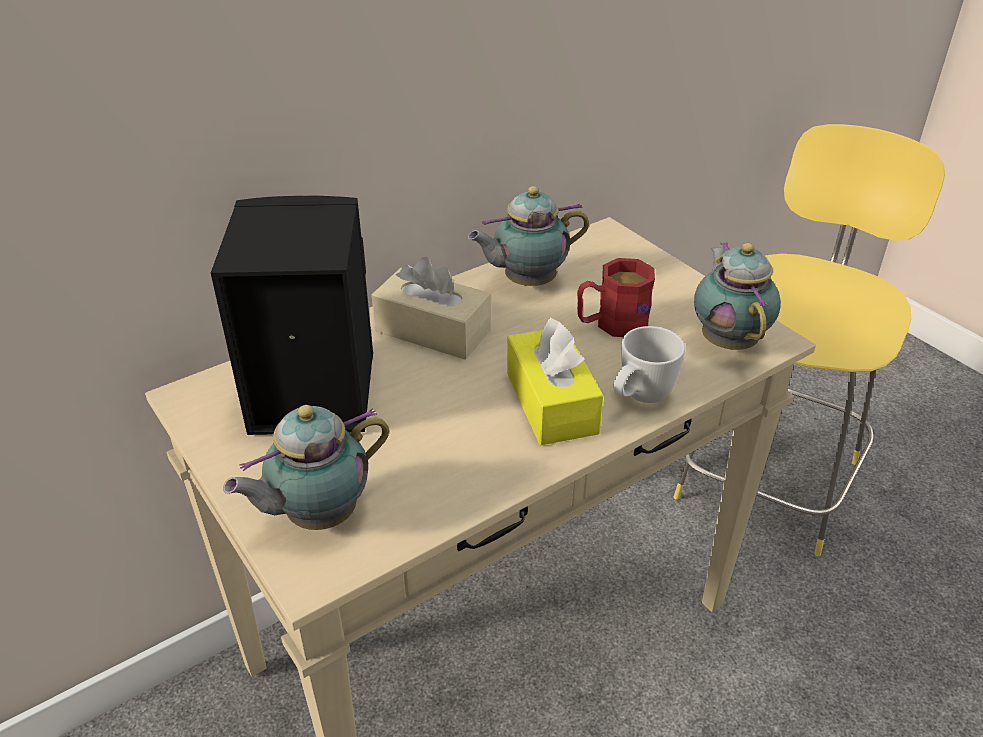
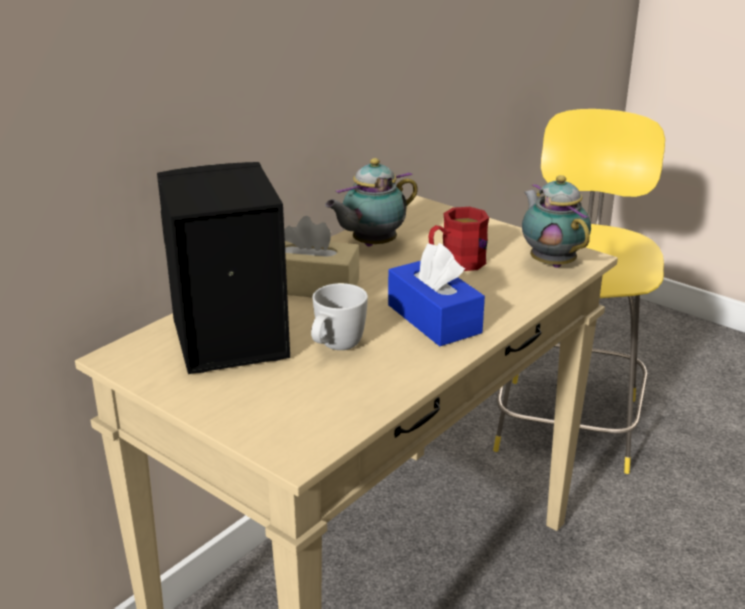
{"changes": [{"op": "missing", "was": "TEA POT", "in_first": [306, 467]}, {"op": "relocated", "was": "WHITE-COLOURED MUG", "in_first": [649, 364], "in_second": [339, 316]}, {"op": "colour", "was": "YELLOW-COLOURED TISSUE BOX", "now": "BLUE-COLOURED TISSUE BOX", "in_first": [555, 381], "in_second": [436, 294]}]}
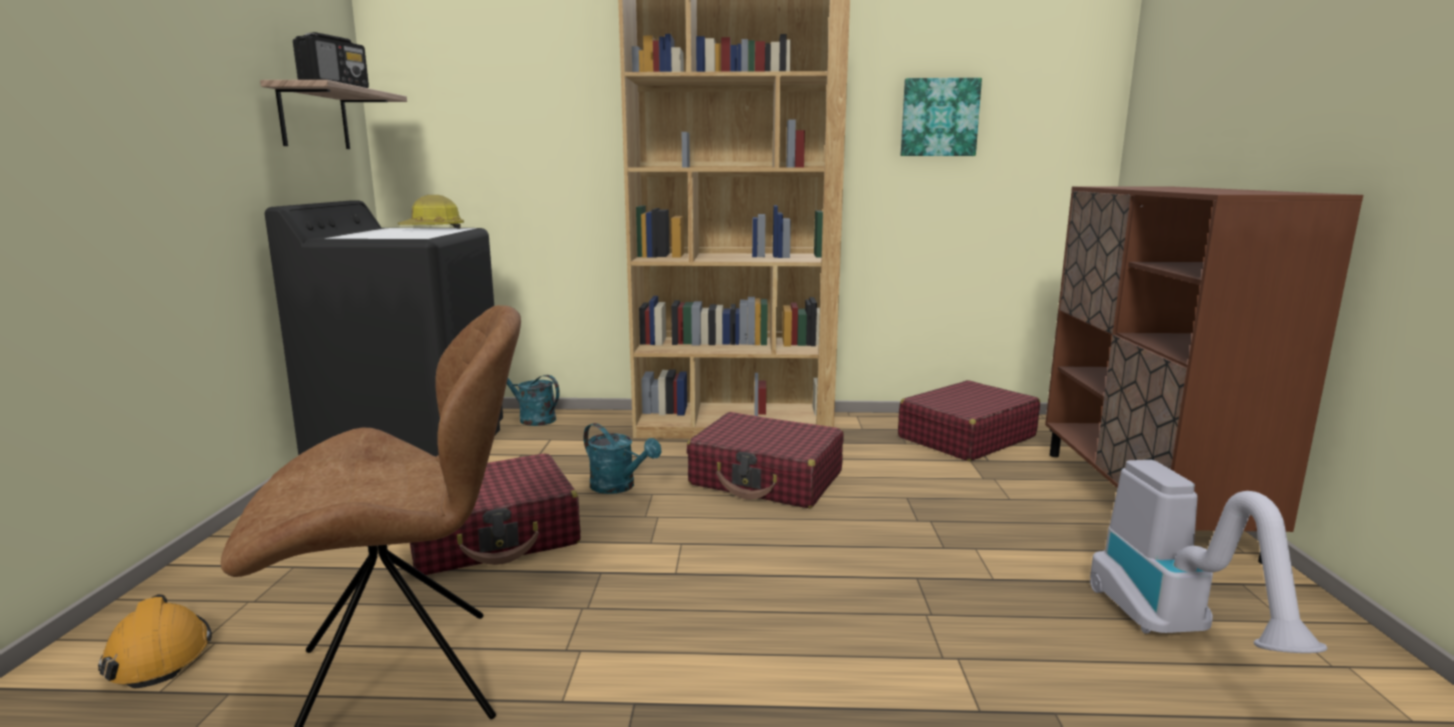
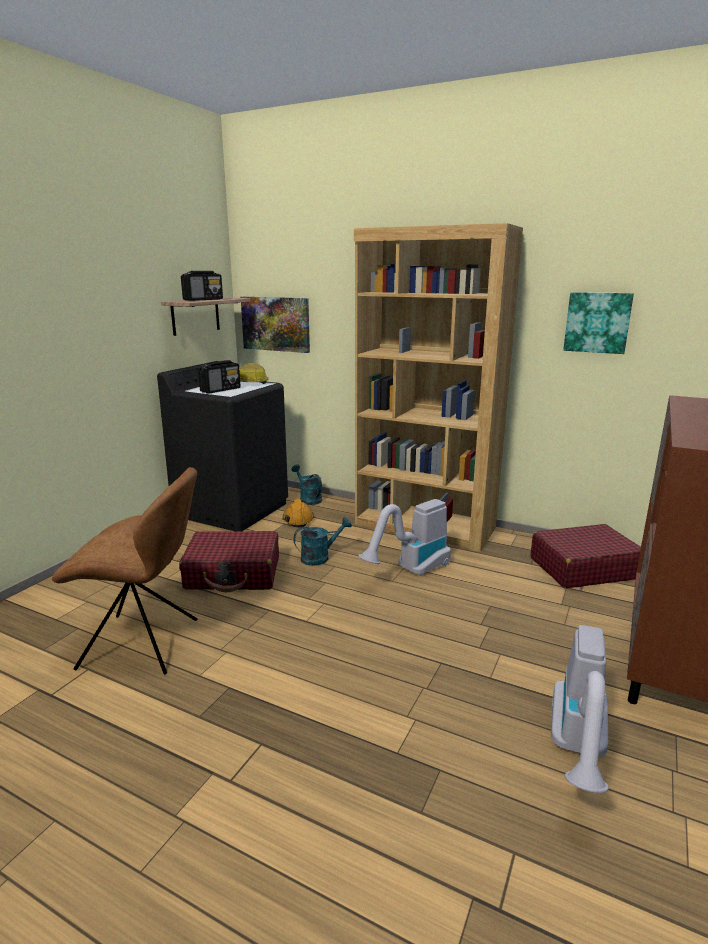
{"changes": [{"op": "appeared", "now": "RADIO", "in_second": [219, 377]}, {"op": "appeared", "now": "PICTURE", "in_second": [275, 325]}, {"op": "relocated", "was": "ORANGE-COLOURED HARD HAT", "in_first": [155, 641], "in_second": [298, 513]}, {"op": "exchanged", "was": "REDDISH SUITCASE", "now": "VACUUM", "in_first": [765, 460], "in_second": [404, 537]}, {"op": "spun", "was": "BLUE-GREEN SPRINKLING CAN", "in_first": [622, 458], "in_second": [322, 541], "clockwise": -90}]}
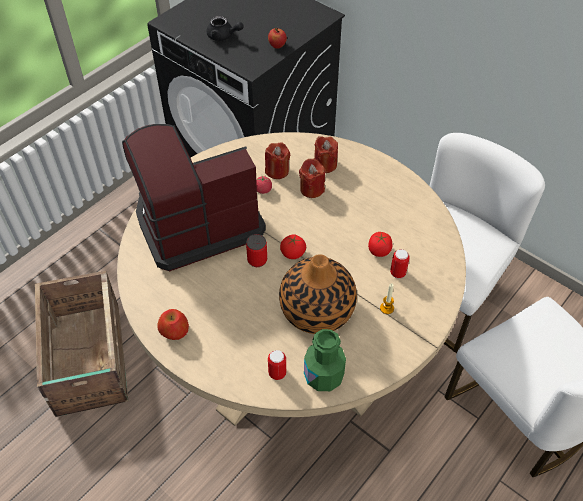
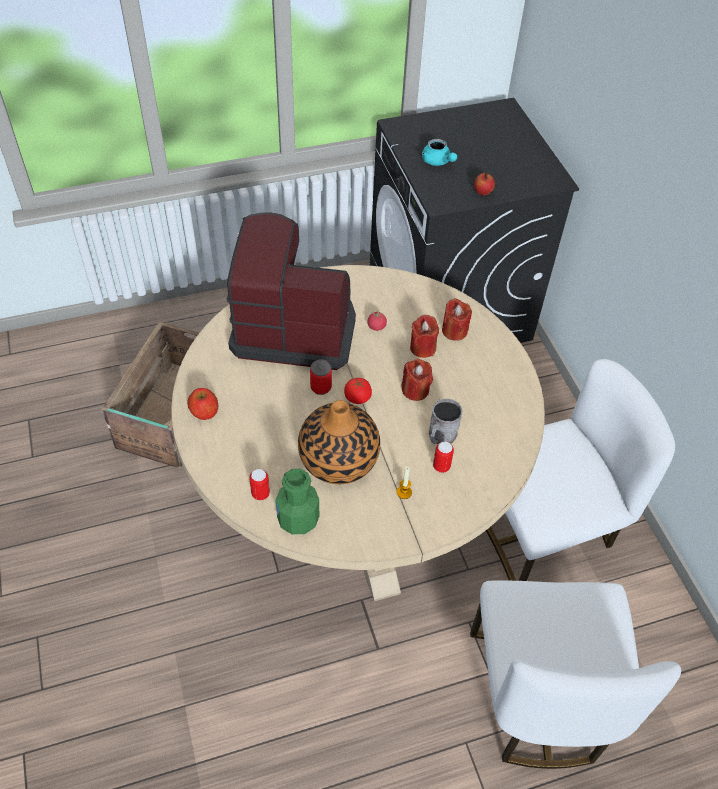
{"changes": [{"op": "relocated", "was": "REDDISH CANDLE", "in_first": [277, 160], "in_second": [417, 380]}, {"op": "exchanged", "was": "TOMATO", "now": "GREYISH MUG", "in_first": [380, 244], "in_second": [446, 421]}, {"op": "colour", "was": "BLACK TEA POT", "now": "BLUE-GREEN TEA POT", "in_first": [224, 28], "in_second": [439, 152]}]}
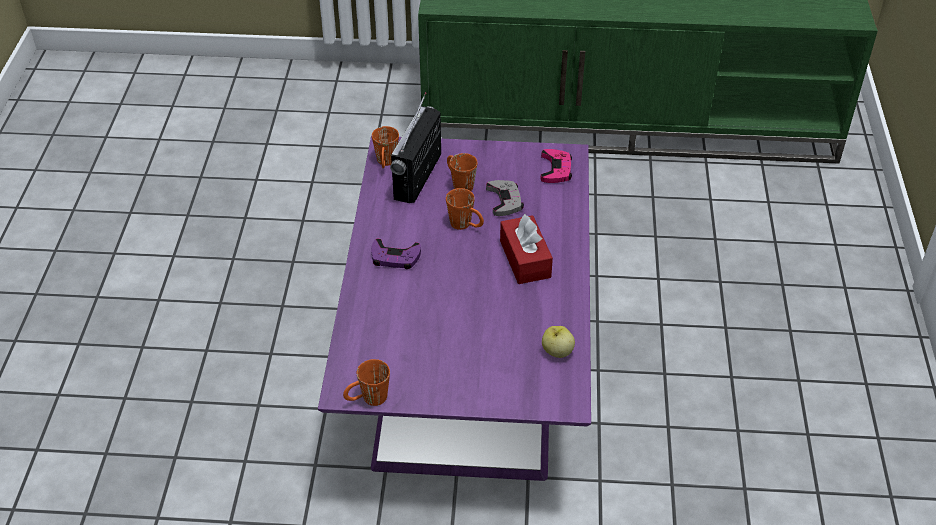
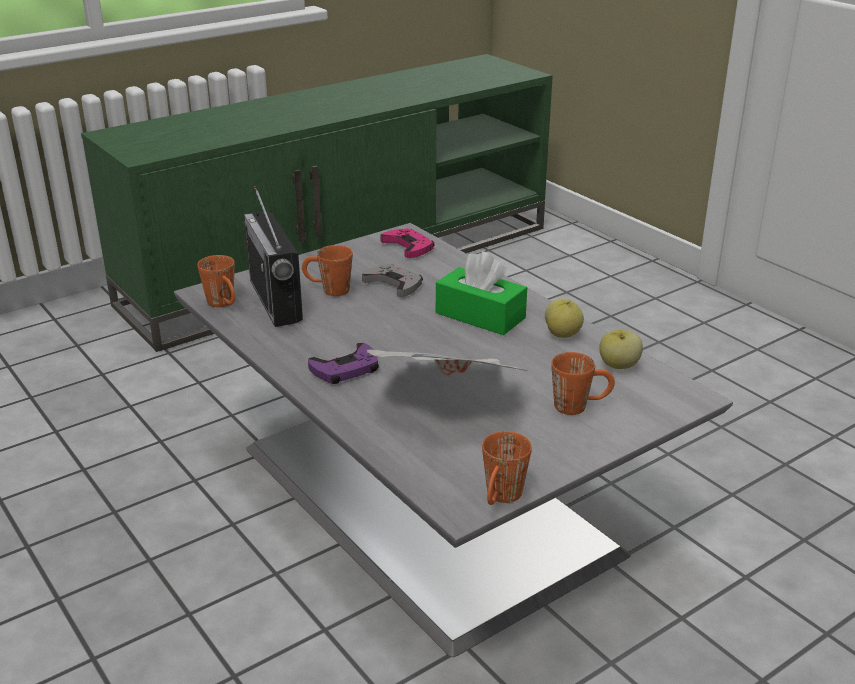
{"changes": [{"op": "appeared", "now": "NEWSPAPER", "in_second": [446, 362]}, {"op": "appeared", "now": "APPLE FRUIT", "in_second": [564, 318]}, {"op": "relocated", "was": "ORANGE-COLOURED MUG", "in_first": [465, 209], "in_second": [583, 383]}, {"op": "colour", "was": "PURPLE-COLOURED LOW TABLE", "now": "GREYISH LOW TABLE", "in_first": [454, 308], "in_second": [453, 440]}, {"op": "colour", "was": "REDDISH TISSUE BOX", "now": "GREEN-COLOURED TISSUE BOX", "in_first": [526, 249], "in_second": [481, 293]}]}
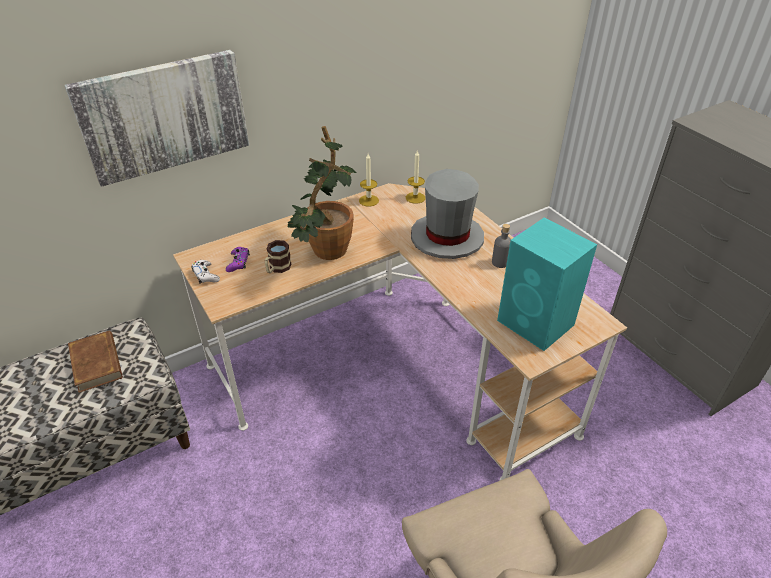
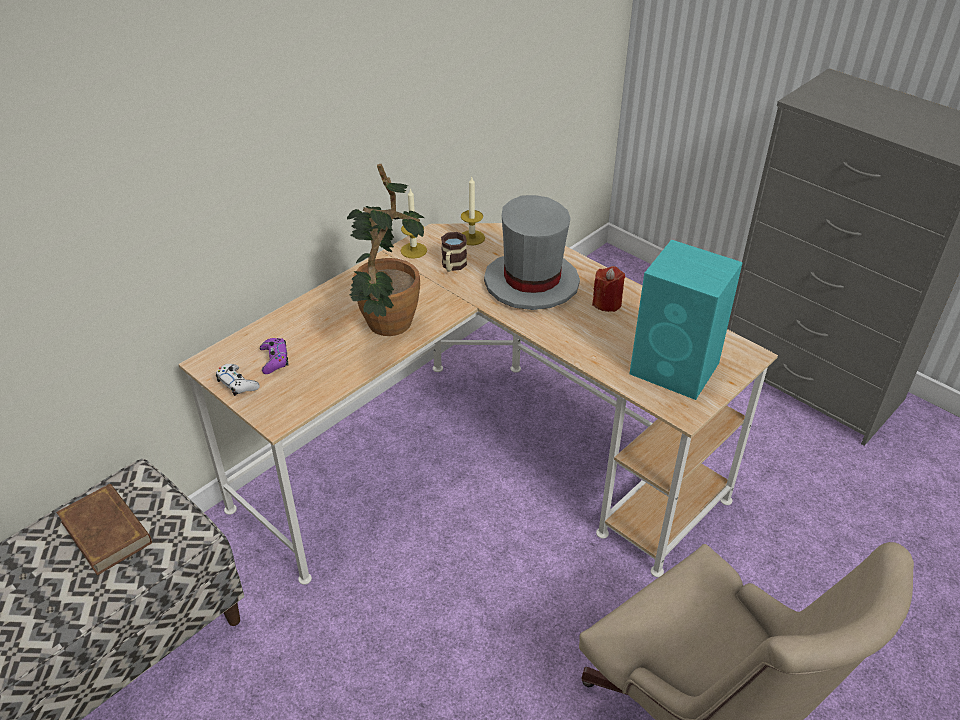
{"changes": [{"op": "missing", "was": "PICTURE", "in_first": [156, 118]}, {"op": "relocated", "was": "MUG", "in_first": [278, 256], "in_second": [454, 252]}, {"op": "exchanged", "was": "GREYISH BEVERAGE BOTTLE", "now": "REDDISH CANDLE", "in_first": [501, 246], "in_second": [608, 289]}]}
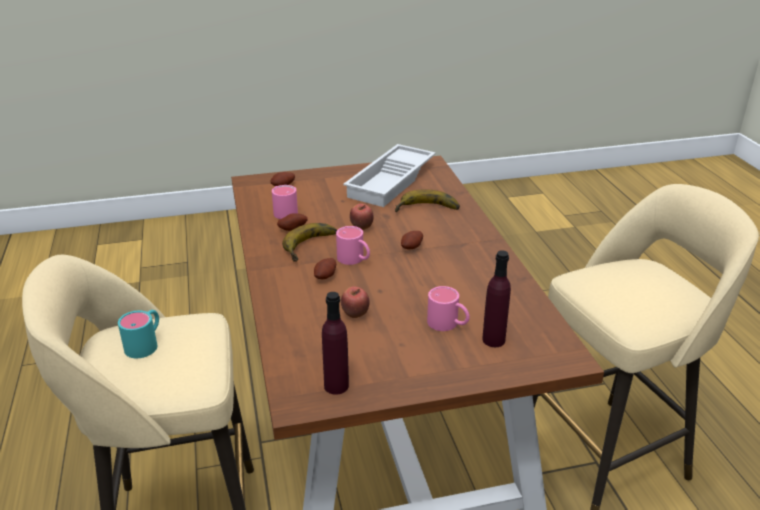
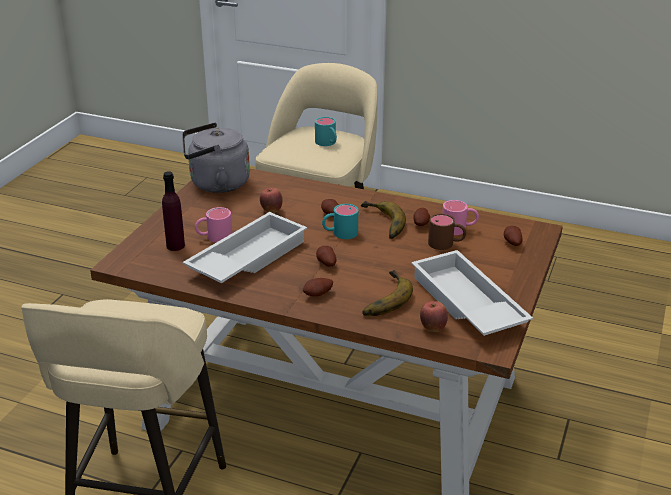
{"changes": [{"op": "appeared", "now": "WHITE-COLOURED TRAY", "in_second": [245, 247]}, {"op": "appeared", "now": "SPUD", "in_second": [318, 287]}, {"op": "appeared", "now": "BROWNISH MUG", "in_second": [447, 232]}, {"op": "relocated", "was": "APPLE FRUIT", "in_first": [362, 217], "in_second": [434, 316]}, {"op": "exchanged", "was": "PURPLE-COLOURED BEVERAGE BOTTLE", "now": "GREYISH TEA KETTLE", "in_first": [335, 343], "in_second": [216, 158]}, {"op": "colour", "was": "PINK-COLOURED MUG", "now": "BLUE-GREEN MUG", "in_first": [353, 245], "in_second": [340, 221]}]}
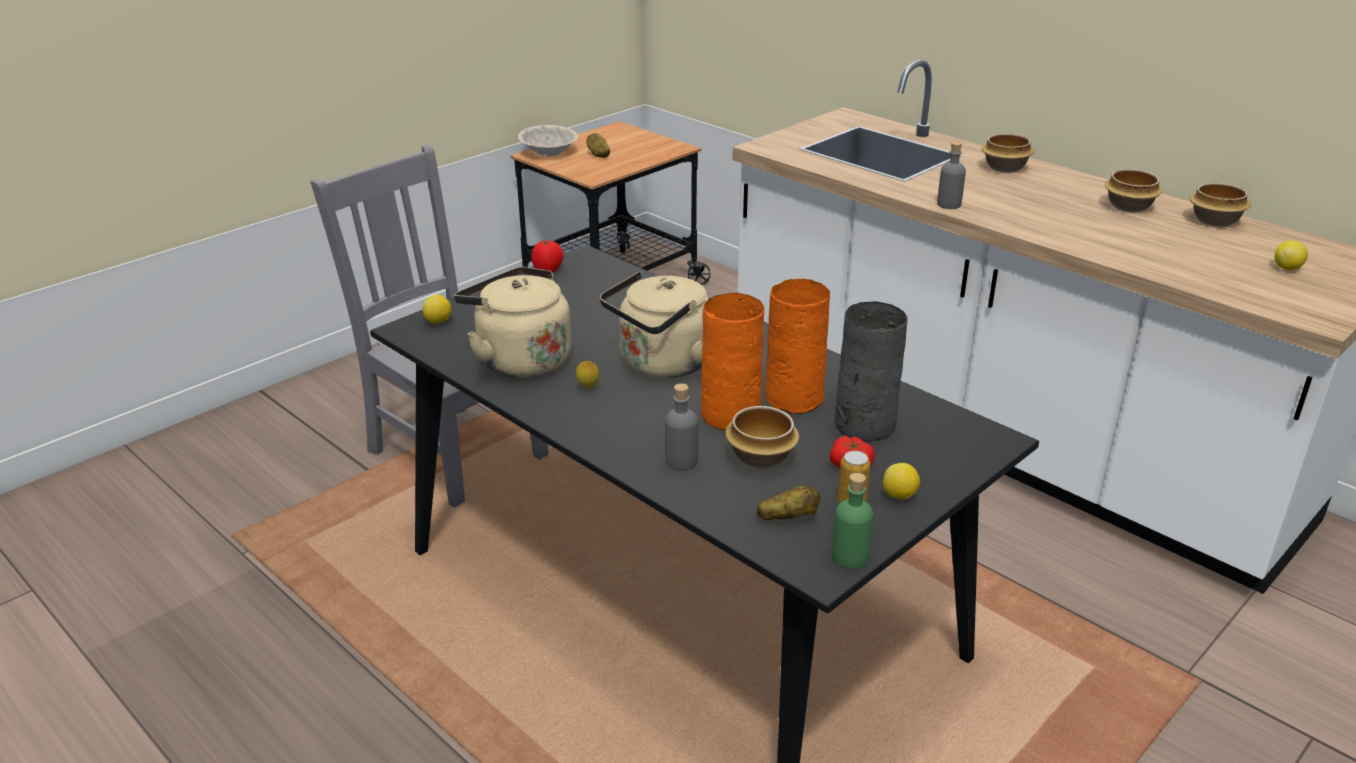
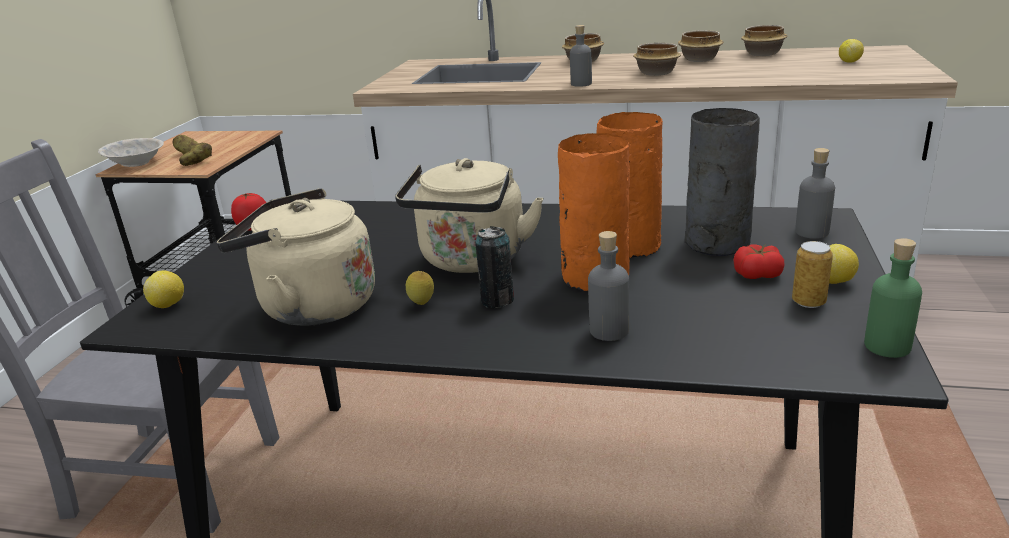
{"changes": [{"op": "appeared", "now": "SEALED CAN", "in_second": [494, 267]}, {"op": "appeared", "now": "GREYISH BEVERAGE BOTTLE", "in_second": [815, 193]}, {"op": "relocated", "was": "DEEP DISH", "in_first": [762, 437], "in_second": [657, 59]}, {"op": "relocated", "was": "SPUD", "in_first": [788, 503], "in_second": [195, 154]}]}
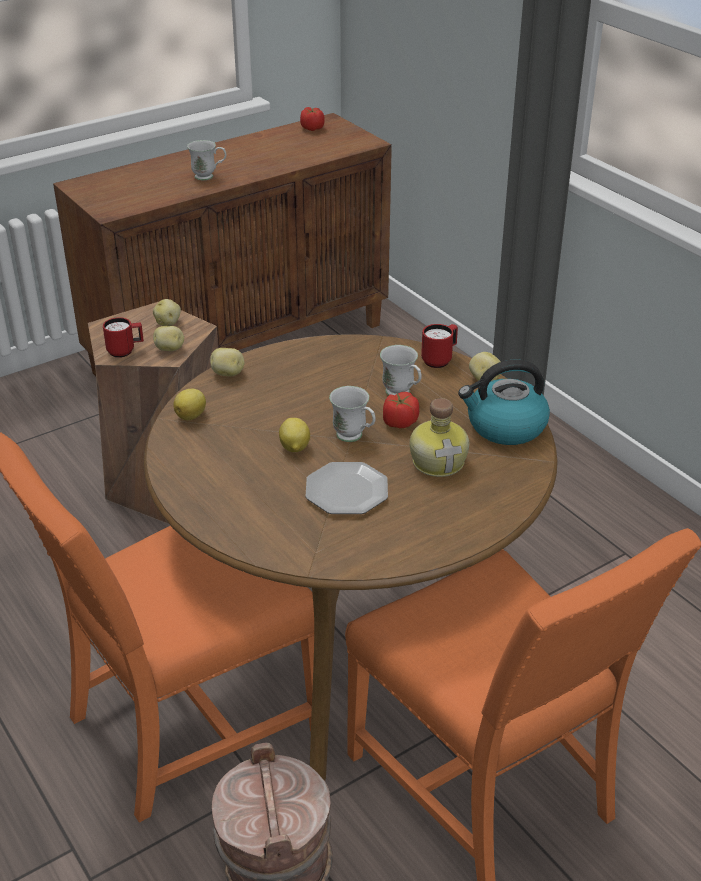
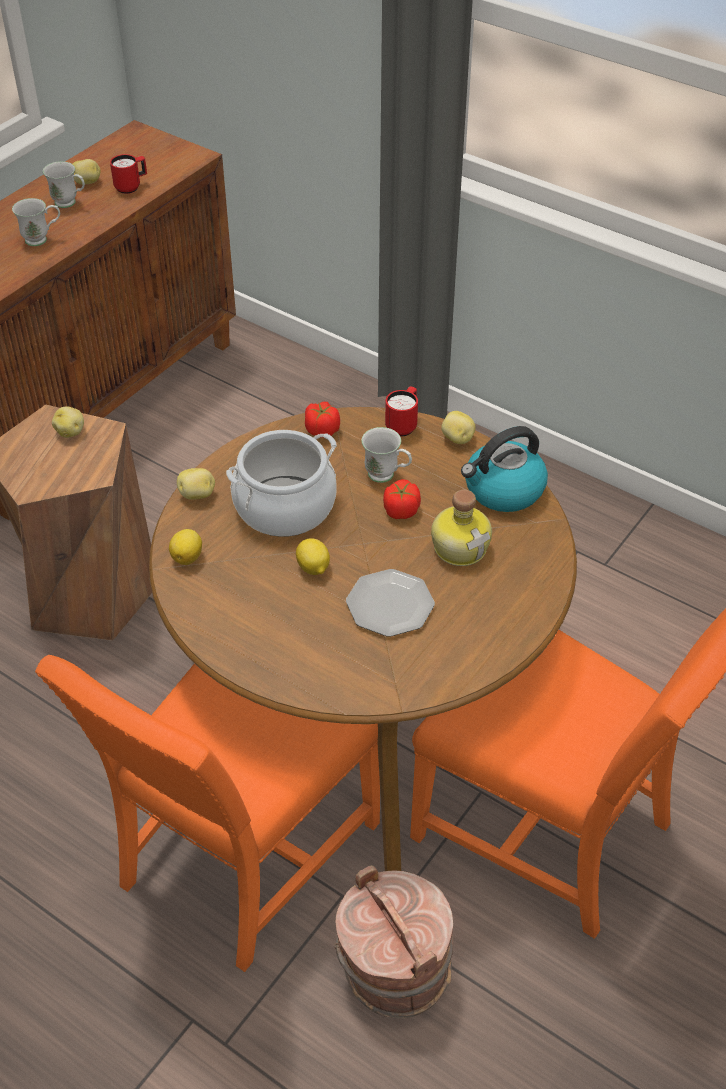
{"changes": [{"op": "appeared", "now": "SAUCEPOT", "in_second": [281, 483]}, {"op": "relocated", "was": "REDDISH MUG", "in_first": [123, 337], "in_second": [128, 174]}, {"op": "relocated", "was": "SPUD", "in_first": [168, 338], "in_second": [87, 172]}, {"op": "relocated", "was": "TOMATO", "in_first": [312, 119], "in_second": [322, 420]}, {"op": "relocated", "was": "WHITE-COLOURED MUG", "in_first": [352, 414], "in_second": [64, 184]}]}
